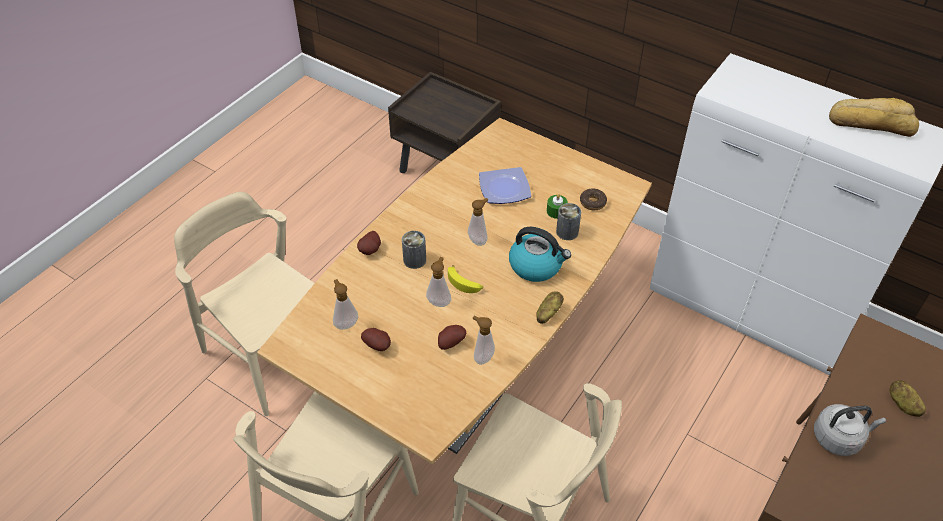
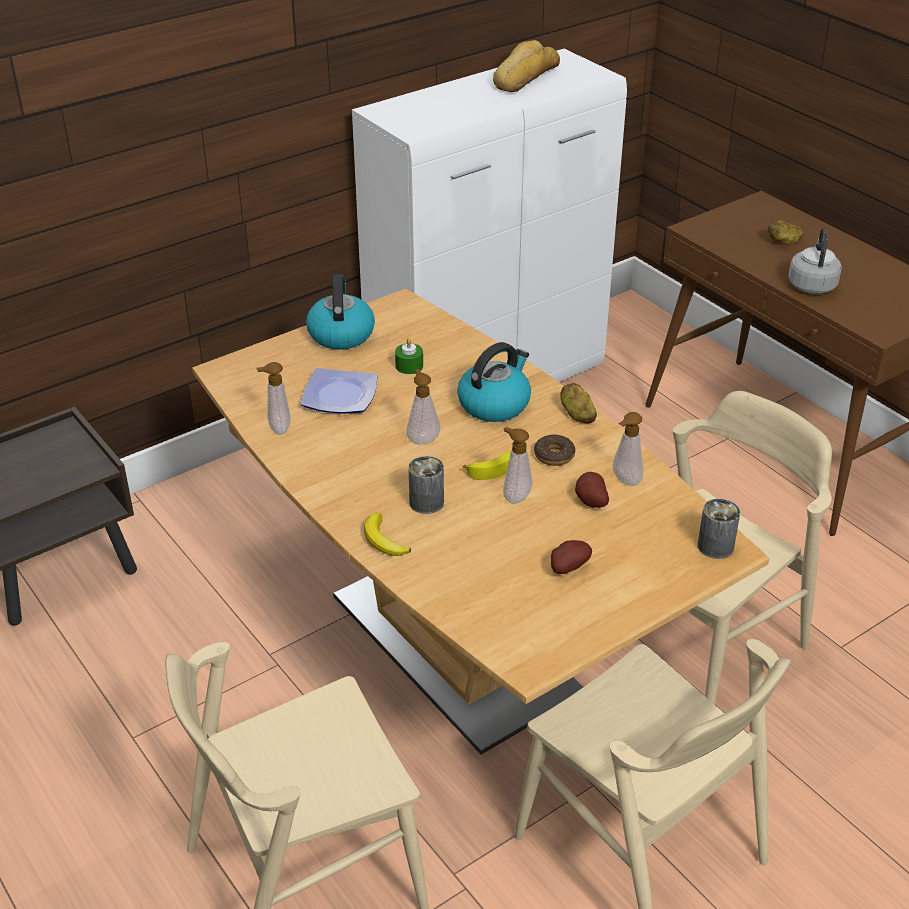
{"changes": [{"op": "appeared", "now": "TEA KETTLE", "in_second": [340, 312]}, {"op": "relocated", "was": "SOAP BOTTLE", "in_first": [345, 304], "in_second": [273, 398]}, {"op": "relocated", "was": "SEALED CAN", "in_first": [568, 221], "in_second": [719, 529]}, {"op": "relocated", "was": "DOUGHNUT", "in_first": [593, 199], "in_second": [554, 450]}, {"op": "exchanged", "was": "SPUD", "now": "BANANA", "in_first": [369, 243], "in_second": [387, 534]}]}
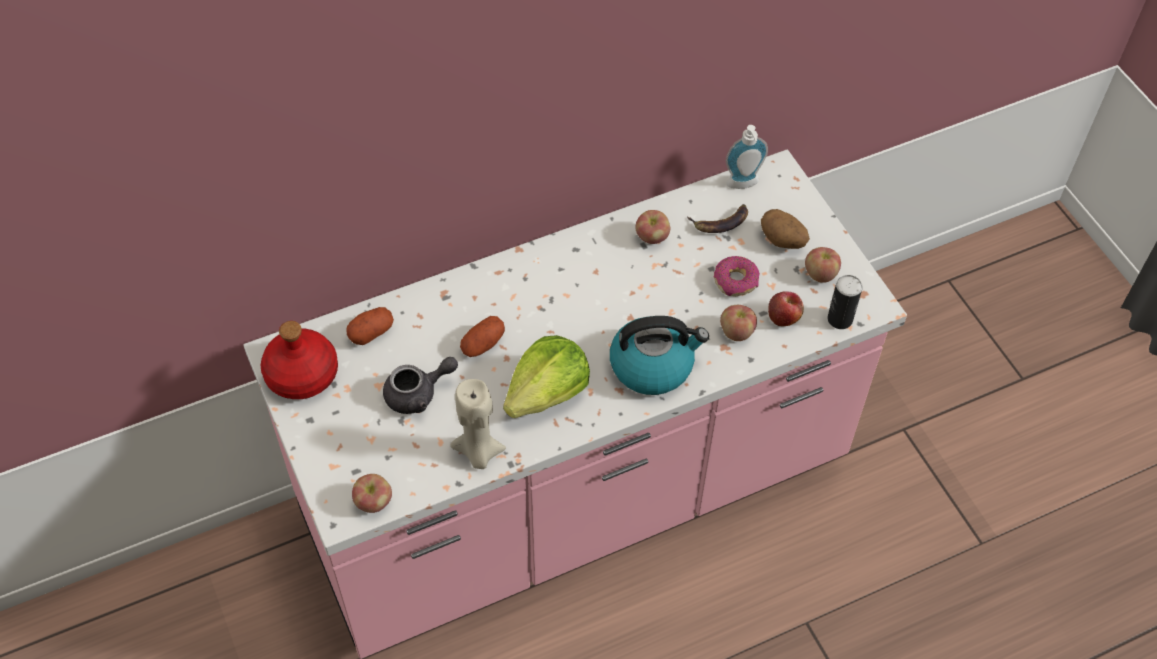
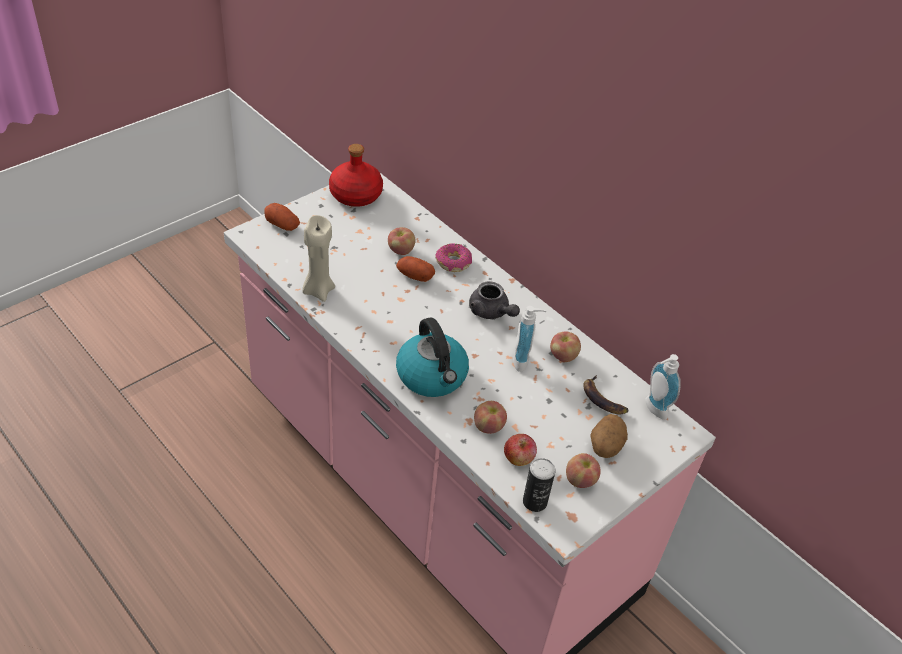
{"changes": [{"op": "missing", "was": "LETTUCE HEAD", "in_first": [546, 376]}, {"op": "appeared", "now": "SOAP BOTTLE", "in_second": [530, 339]}, {"op": "relocated", "was": "SPUD", "in_first": [370, 326], "in_second": [282, 217]}, {"op": "relocated", "was": "APPLE FRUIT", "in_first": [372, 493], "in_second": [402, 241]}, {"op": "relocated", "was": "GREYISH TEA POT", "in_first": [420, 385], "in_second": [494, 300]}, {"op": "relocated", "was": "DOUGHNUT", "in_first": [736, 276], "in_second": [453, 257]}]}
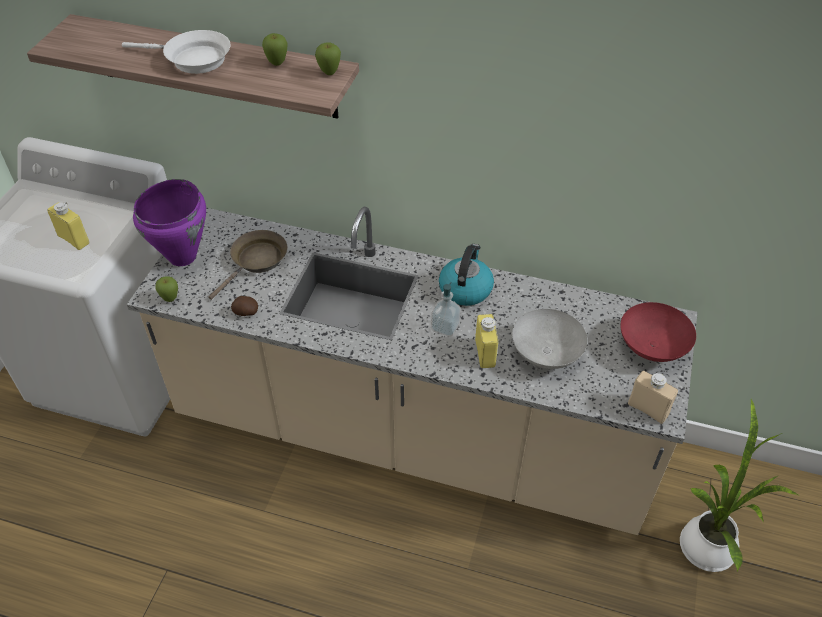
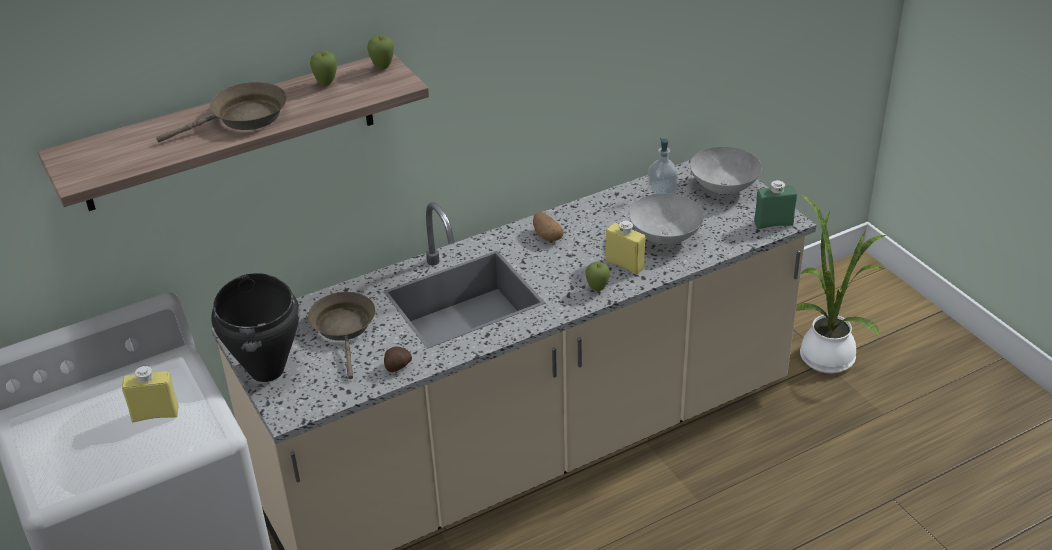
{"changes": [{"op": "relocated", "was": "APPLE FRUIT", "in_first": [166, 289], "in_second": [597, 276]}, {"op": "relocated", "was": "SOAP BOTTLE", "in_first": [446, 309], "in_second": [663, 166]}, {"op": "exchanged", "was": "TEA KETTLE", "now": "SPUD", "in_first": [466, 275], "in_second": [548, 226]}, {"op": "colour", "was": "WHITE-COLOURED SKILLET", "now": "BROWNISH SKILLET", "in_first": [176, 52], "in_second": [221, 112]}, {"op": "colour", "was": "PURPLE-COLOURED SAUCEPOT", "now": "BLACK SAUCEPOT", "in_first": [169, 222], "in_second": [255, 327]}, {"op": "colour", "was": "REDDISH DEEP DISH", "now": "GREYISH DEEP DISH", "in_first": [658, 332], "in_second": [725, 170]}, {"op": "colour", "was": "BEIGE BEVERAGE BOTTLE", "now": "GREEN-COLOURED BEVERAGE BOTTLE", "in_first": [653, 397], "in_second": [775, 204]}]}
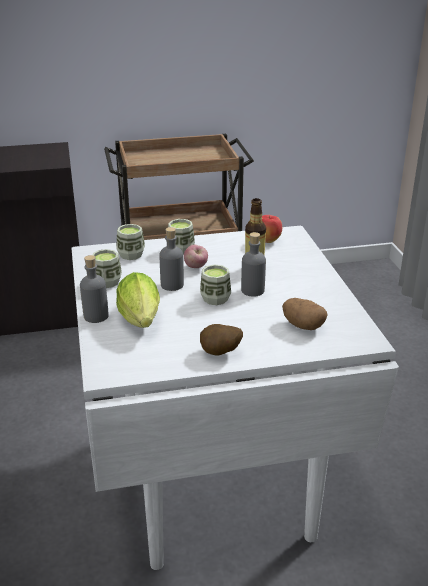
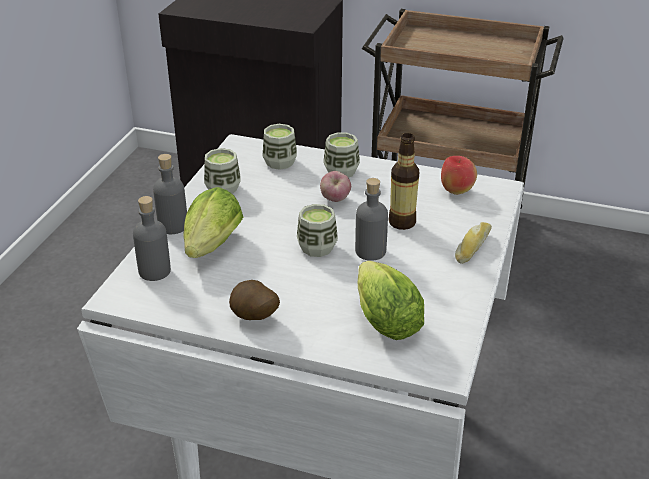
{"changes": [{"op": "appeared", "now": "BAKED BREAD", "in_second": [473, 243]}, {"op": "relocated", "was": "GREYISH BEVERAGE BOTTLE", "in_first": [172, 259], "in_second": [152, 238]}, {"op": "exchanged", "was": "SPUD", "now": "LETTUCE HEAD", "in_first": [304, 314], "in_second": [391, 300]}]}
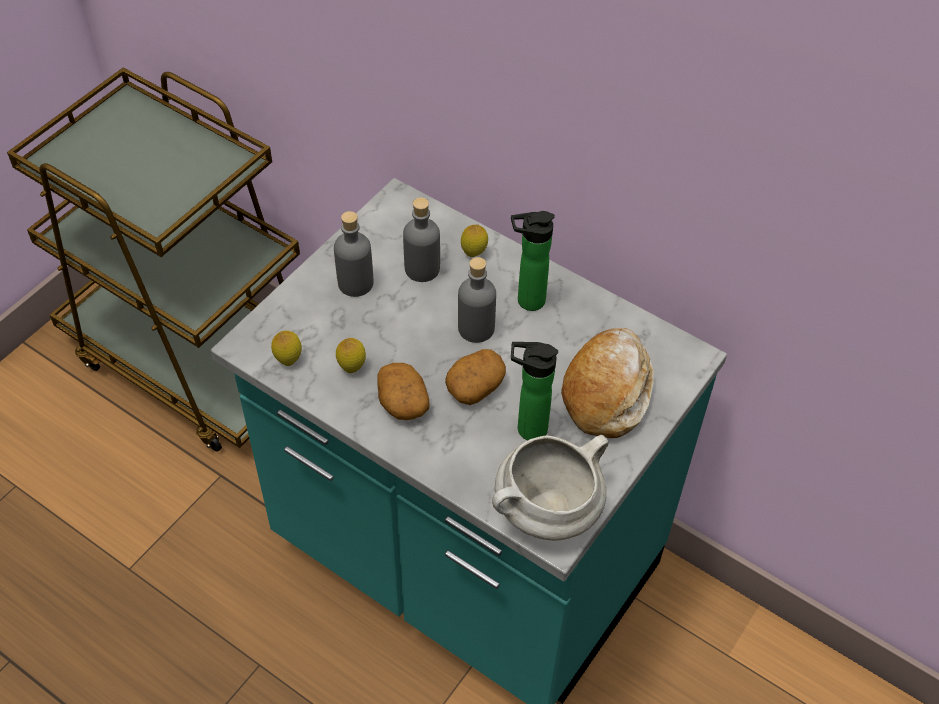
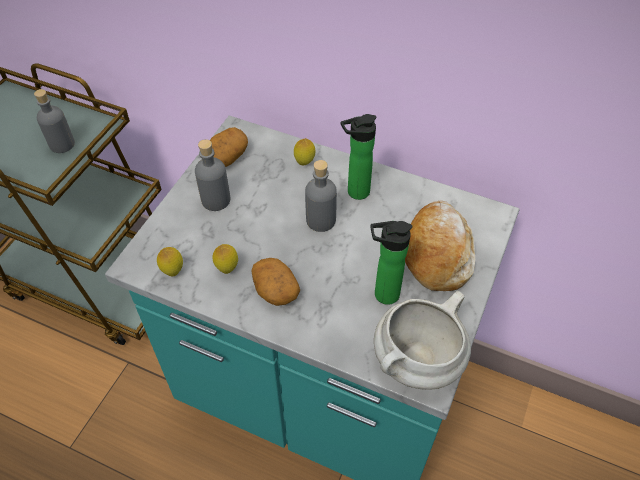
{"changes": [{"op": "relocated", "was": "GREYISH BEVERAGE BOTTLE", "in_first": [421, 239], "in_second": [54, 121]}, {"op": "relocated", "was": "SPUD", "in_first": [475, 377], "in_second": [229, 147]}]}
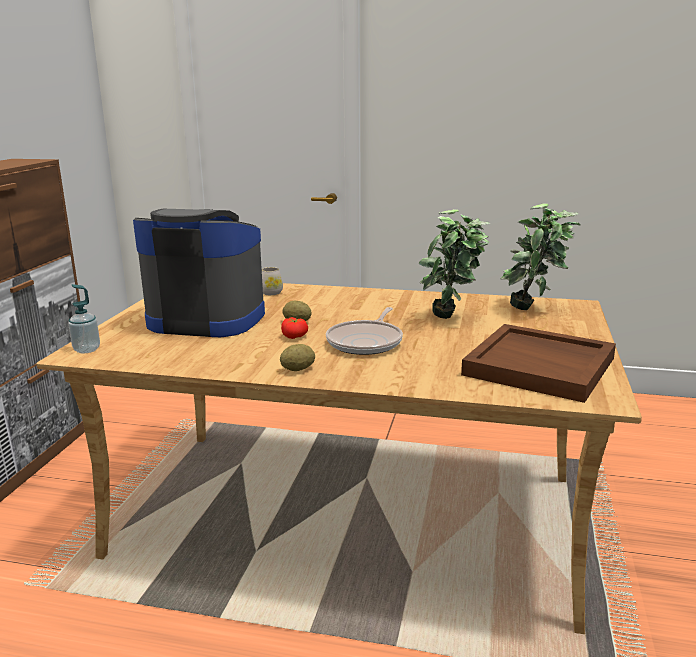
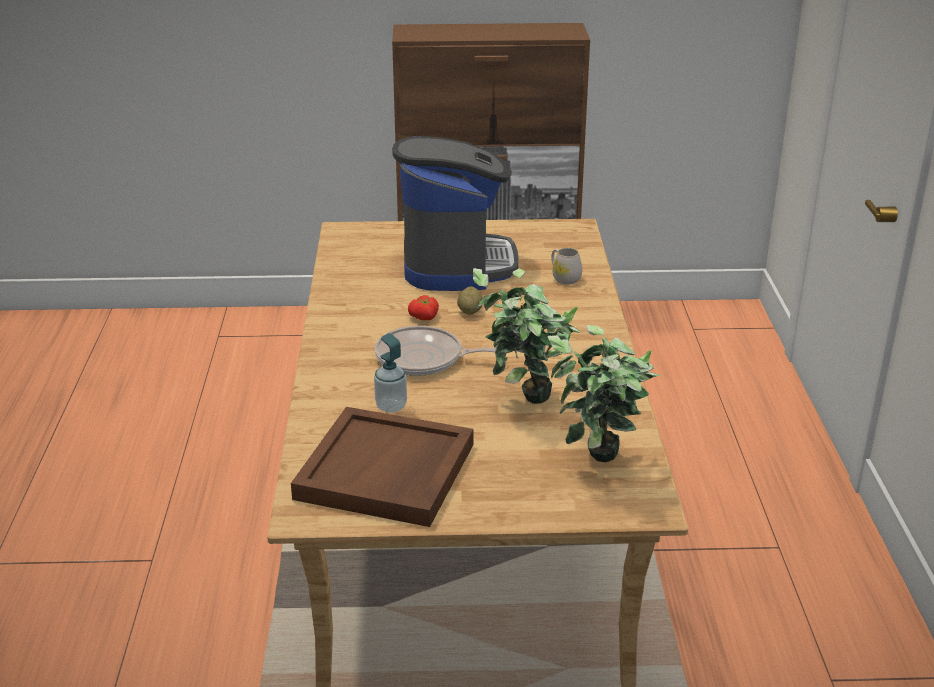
{"changes": [{"op": "missing", "was": "SPUD", "in_first": [297, 357]}, {"op": "relocated", "was": "SOAP BOTTLE", "in_first": [84, 318], "in_second": [390, 373]}]}
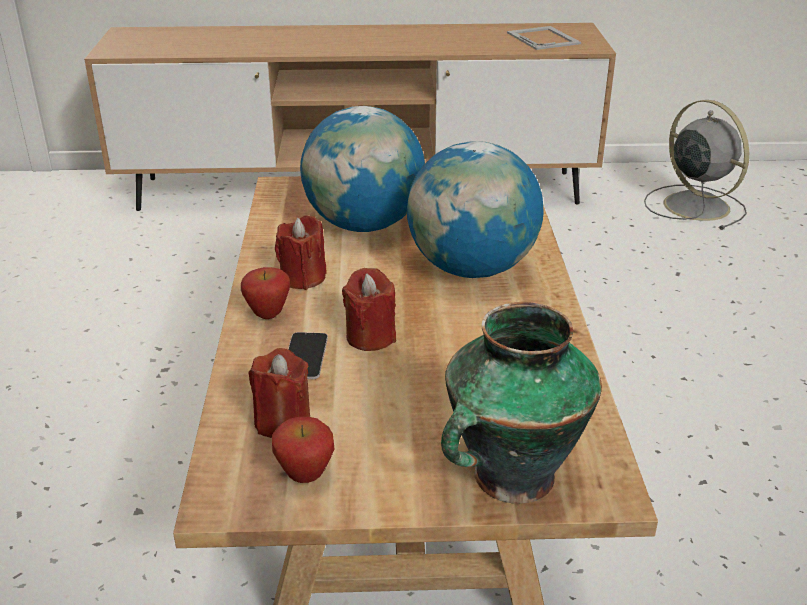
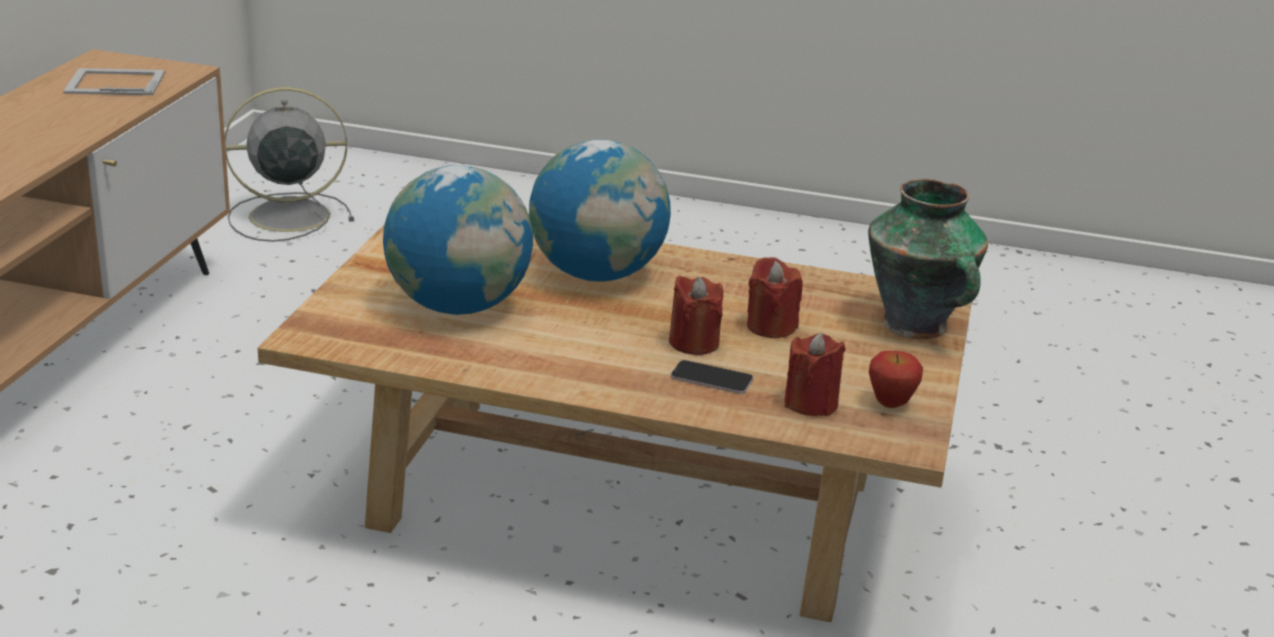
{"changes": [{"op": "missing", "was": "APPLE FRUIT", "in_first": [265, 293]}, {"op": "relocated", "was": "REDDISH CANDLE", "in_first": [301, 252], "in_second": [775, 297]}]}
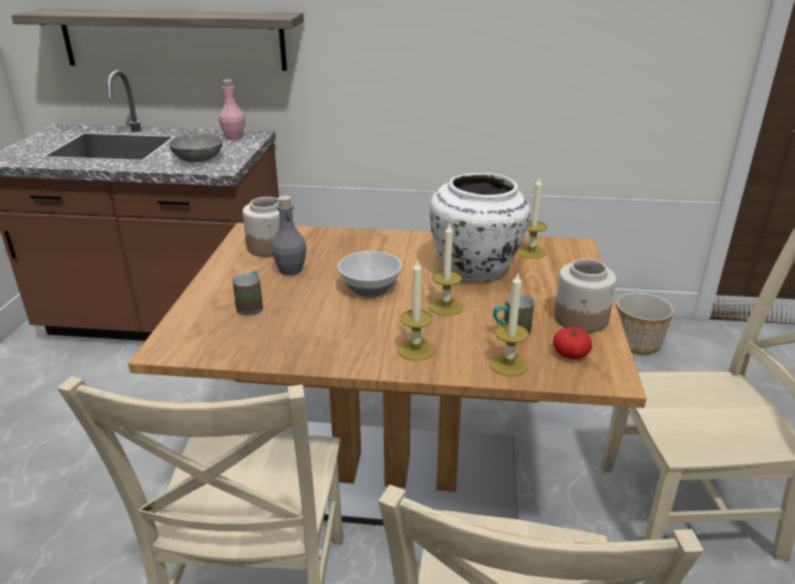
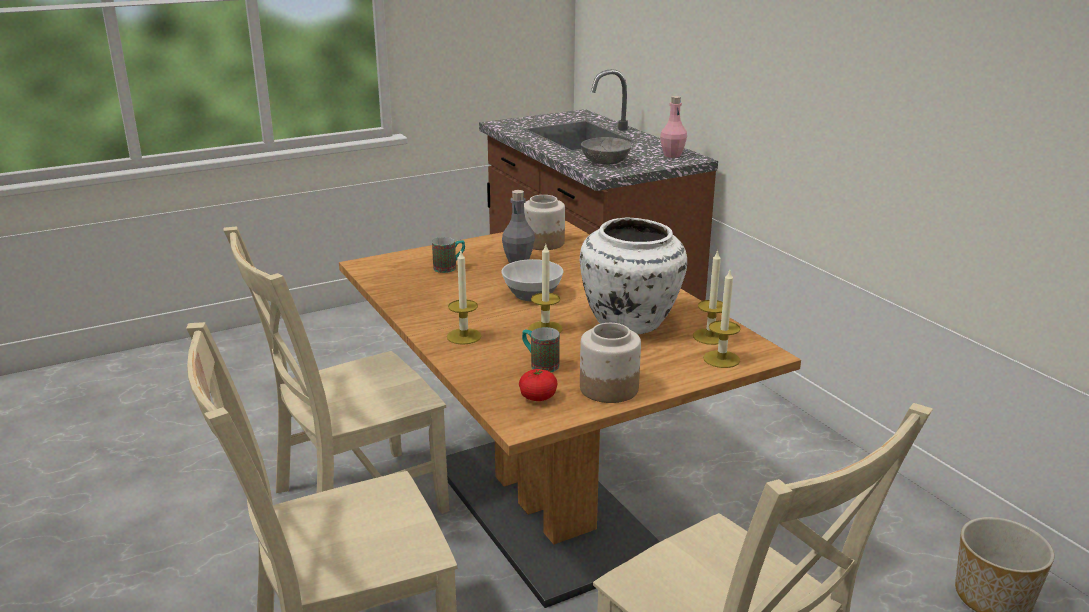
{"changes": [{"op": "missing", "was": "WALL SHELF", "in_first": [157, 40]}, {"op": "relocated", "was": "CANDLE", "in_first": [509, 325], "in_second": [722, 319]}]}
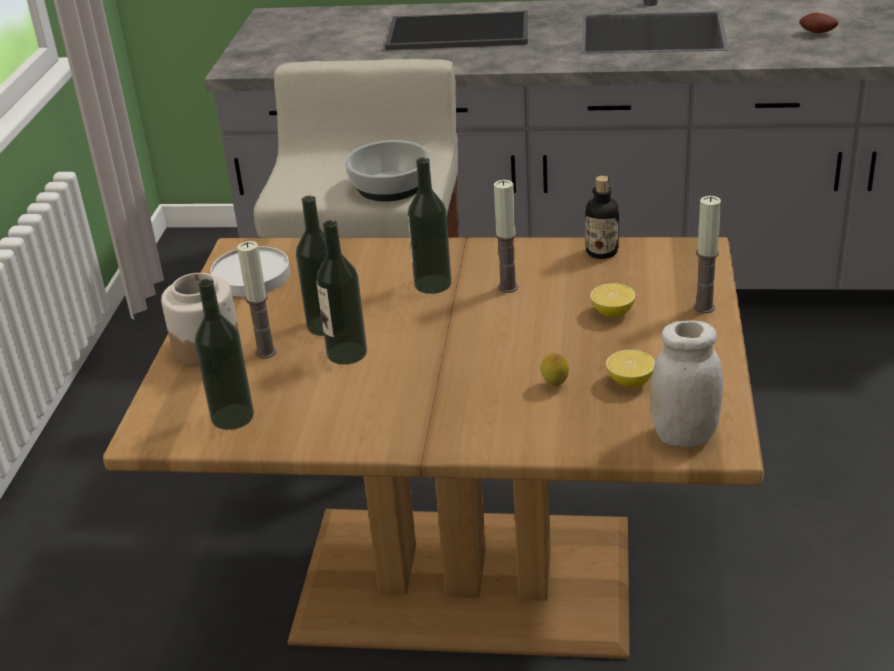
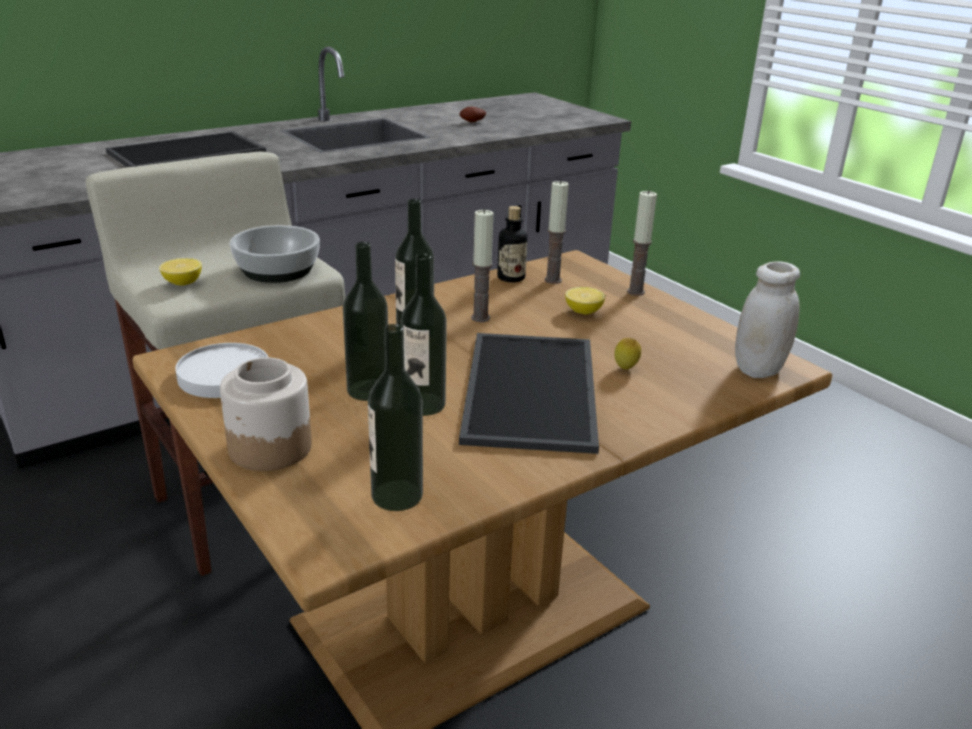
{"changes": [{"op": "appeared", "now": "TRAY", "in_second": [529, 393]}, {"op": "relocated", "was": "CANDLE", "in_first": [257, 300], "in_second": [556, 232]}, {"op": "relocated", "was": "WHOLE LEMON", "in_first": [630, 368], "in_second": [180, 272]}]}
